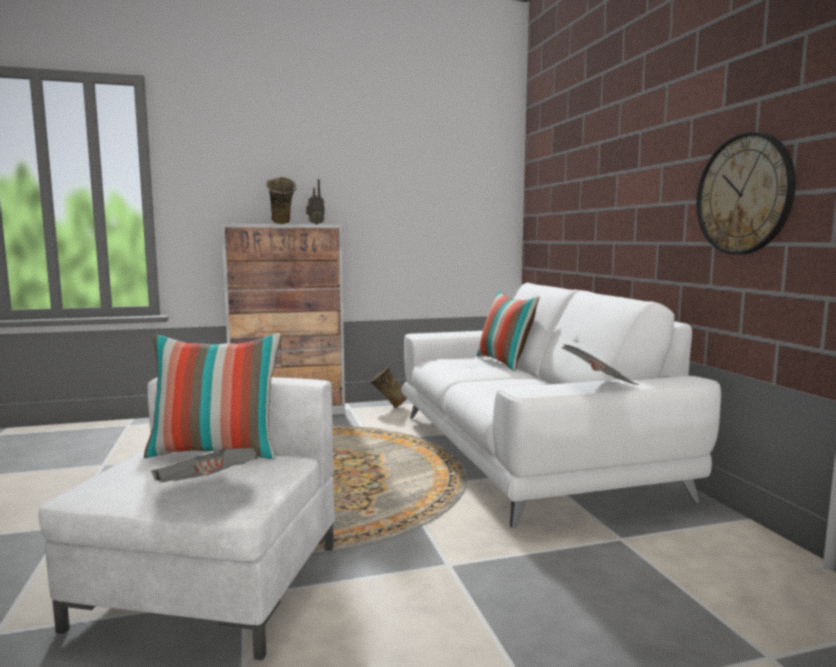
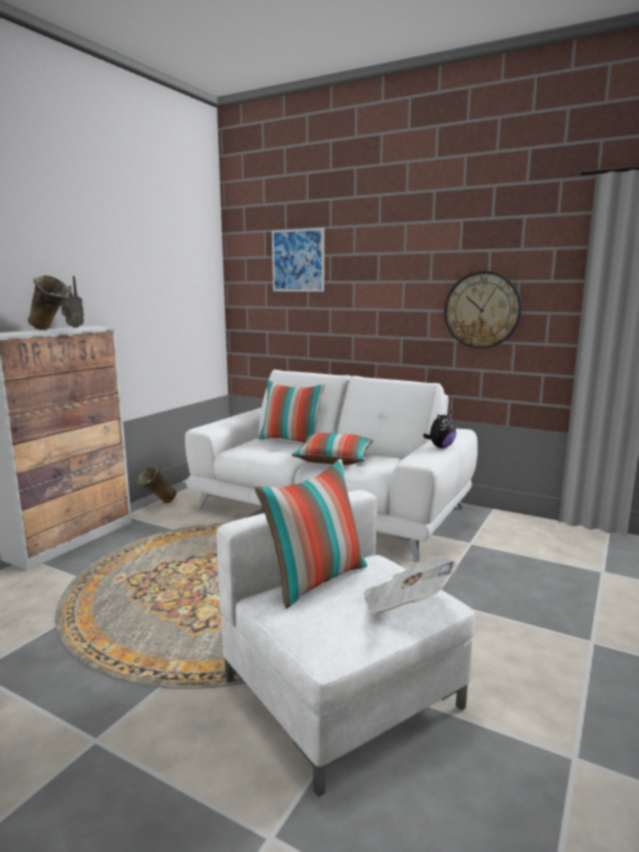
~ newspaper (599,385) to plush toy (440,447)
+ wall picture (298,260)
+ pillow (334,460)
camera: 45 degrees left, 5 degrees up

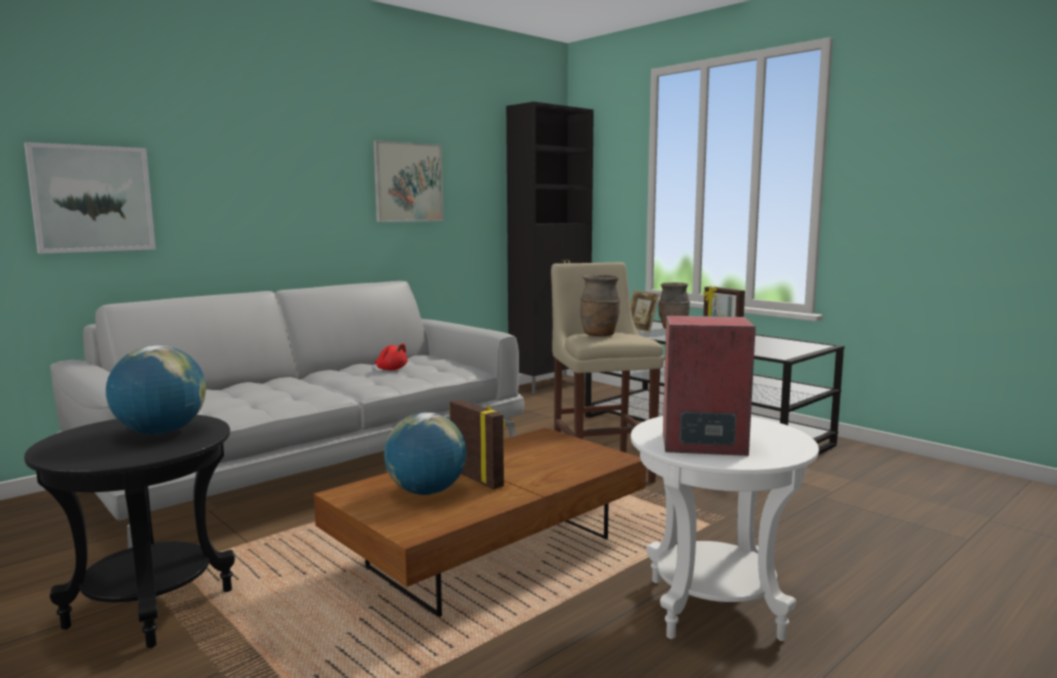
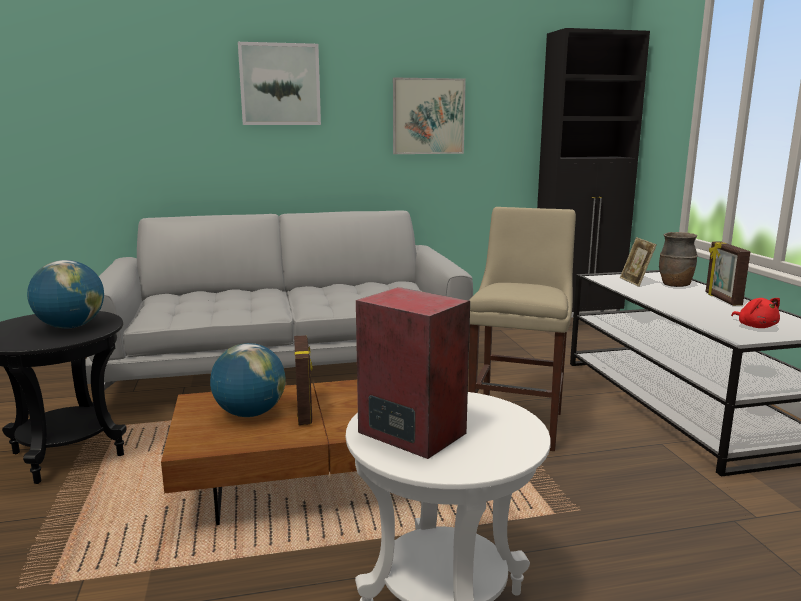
~ wall picture (92,199) to (280,84)
~ plush toy (red-coloured) (391,369) to (755,326)
- flower vase (brown) (599,335)
camera: 30 degrees right, 5 degrees up

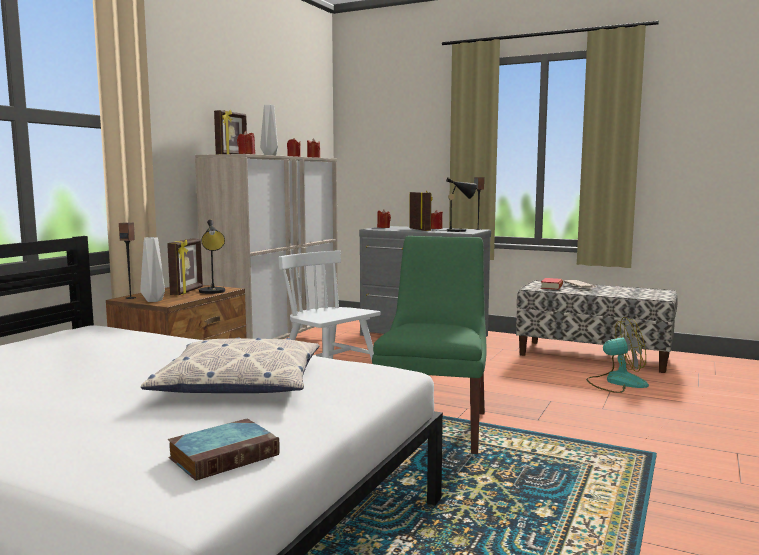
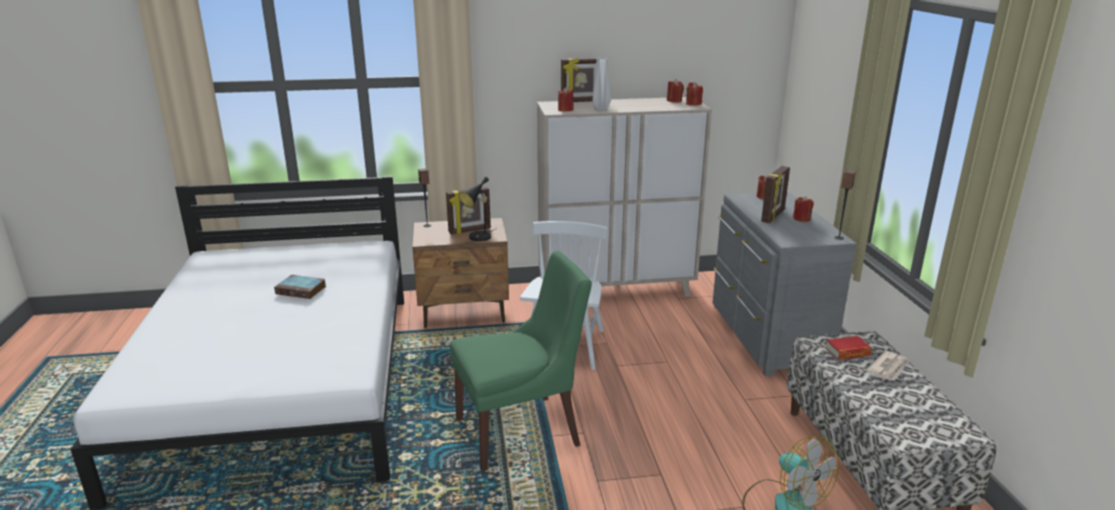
- flower vase (grey) (152,300)
- pillow (240,383)
~ volume (225,455) to (302,290)
- lamp for a table (black) (459,231)
camera: 55 degrees right, 15 degrees up

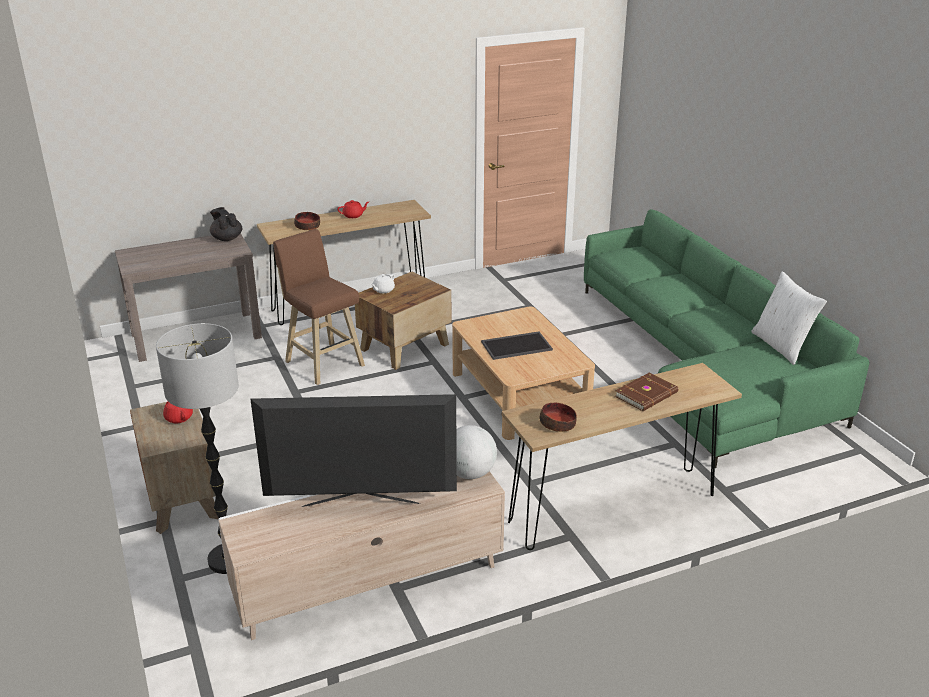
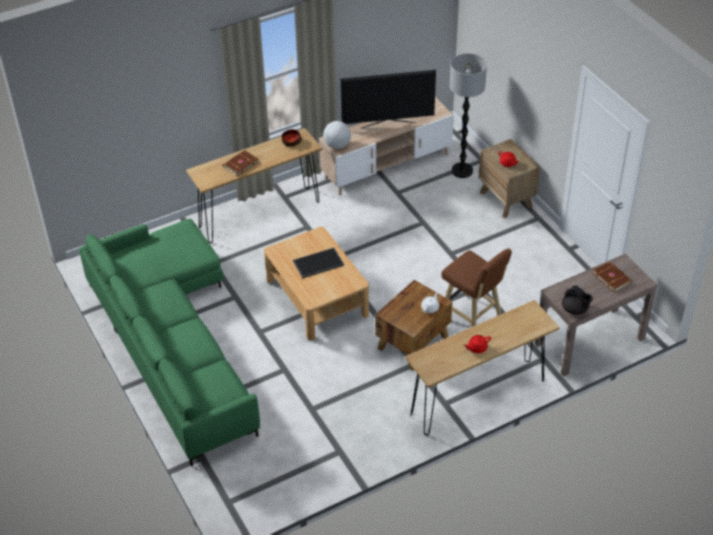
- serving bowl (307,227)
- pillow (white) (781,346)
+ volume (brown) (611,277)
camera: 175 degrees right, 15 degrees up

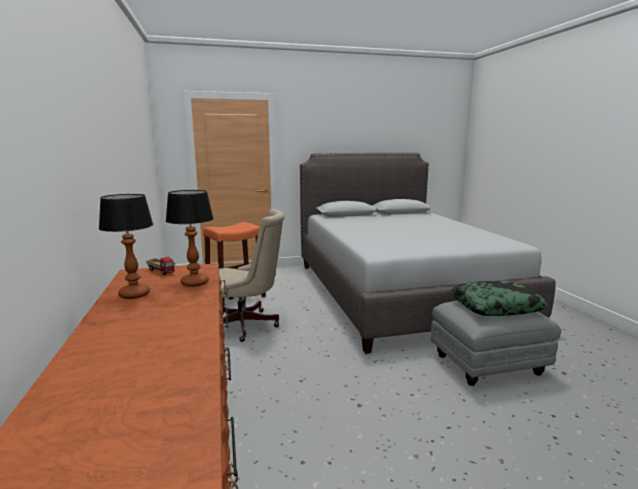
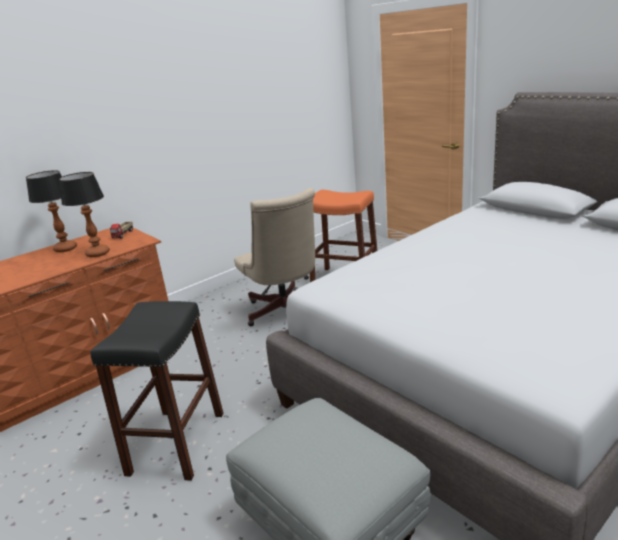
- pillow (496,306)
+ sitting stool (black) (177,442)
camera: 65 degrees right, 10 degrees up

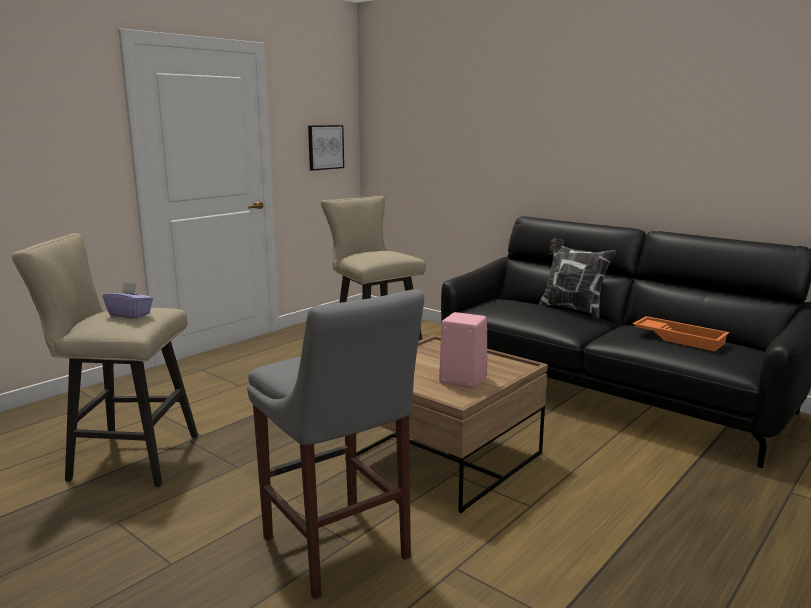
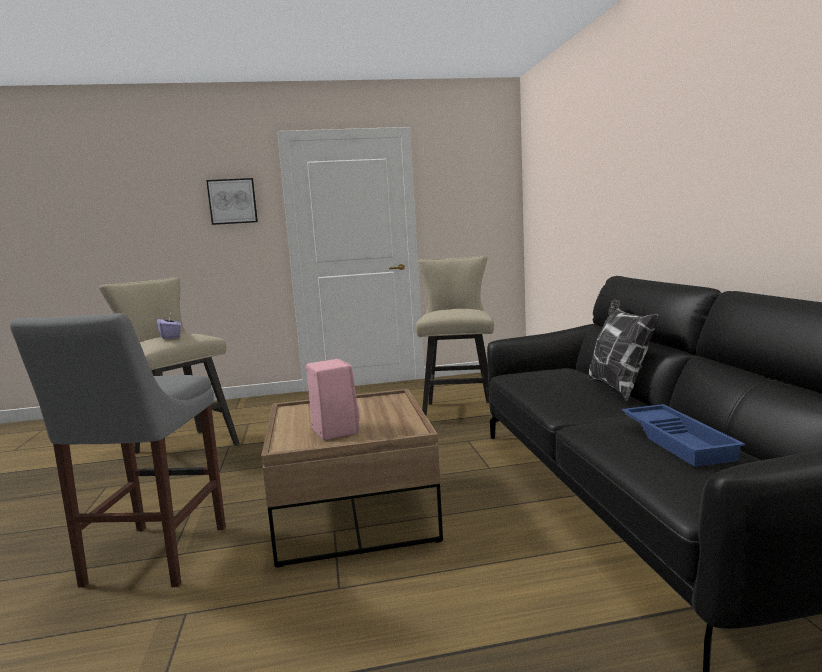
~ wall picture (325,147) to (232,201)
~ carrying tray (orange) (680,338) to carrying tray (blue) (679,440)
camera: 40 degrees right, 5 degrees down

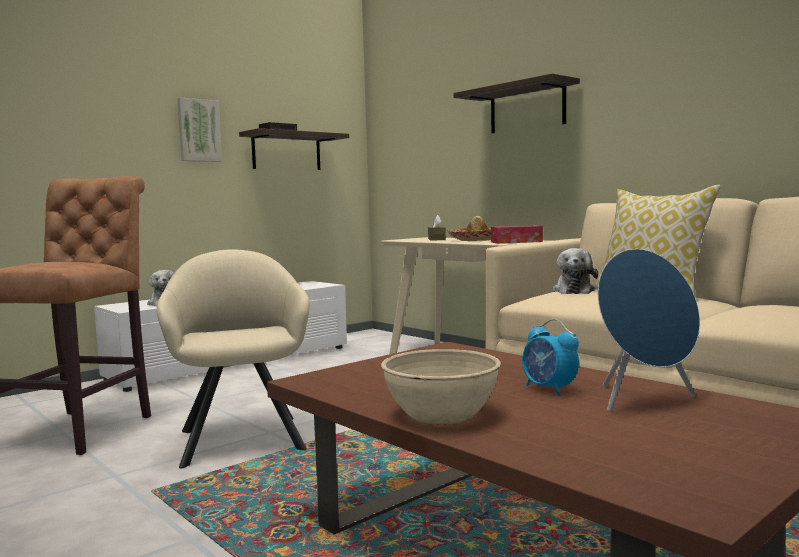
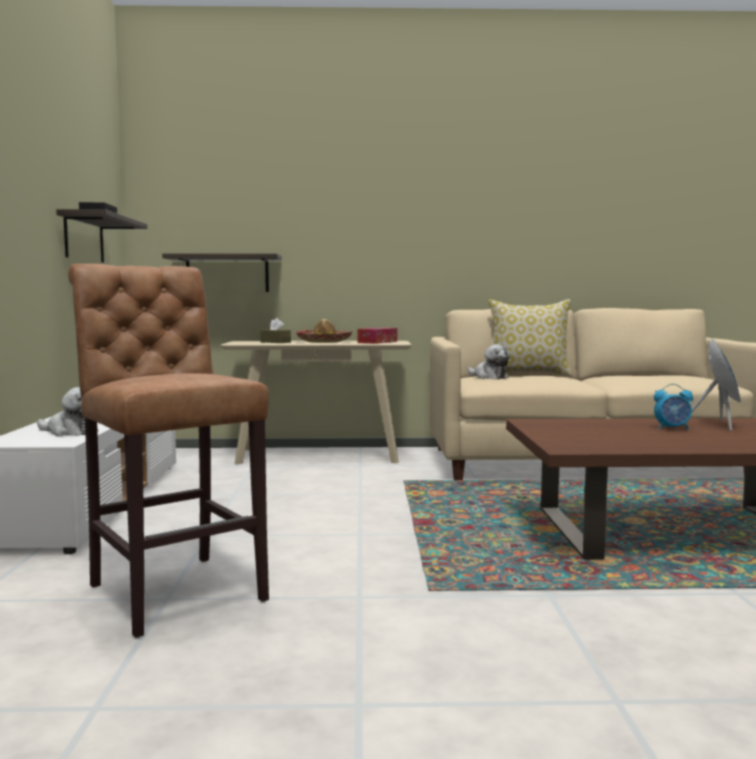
- easy chair (beige-coloured) (241,437)
- wall picture (198,130)
- serving bowl (beige-coloured) (442,414)
~ shelf (527,108) to (227,273)
camera: 50 degrees left, 0 degrees up

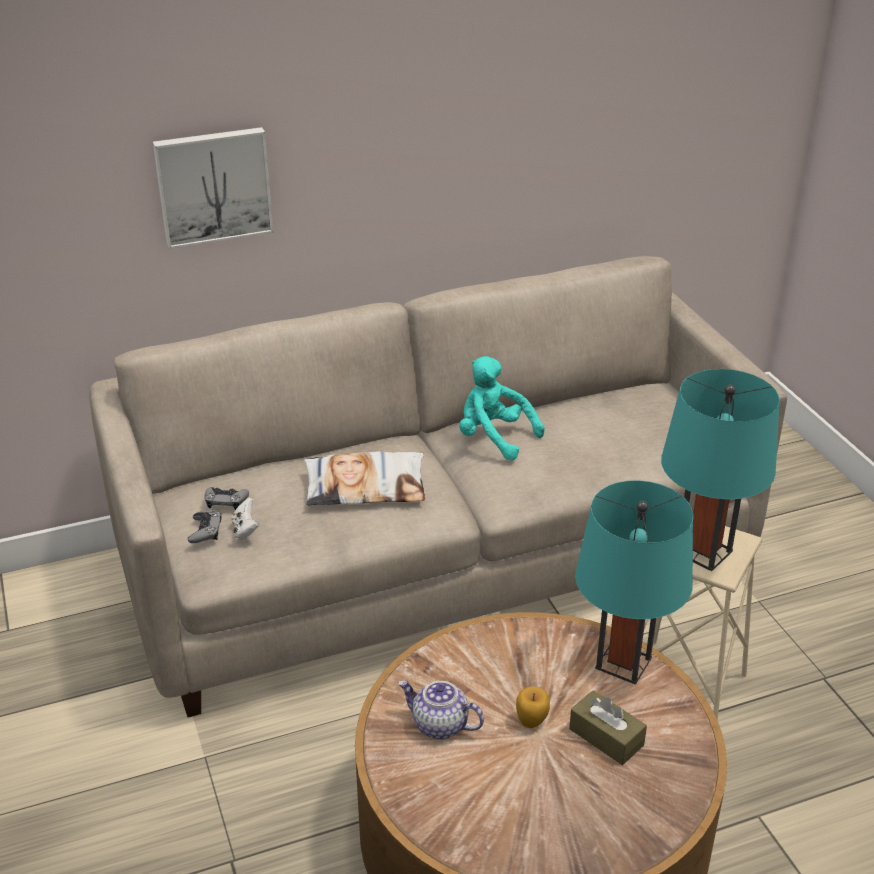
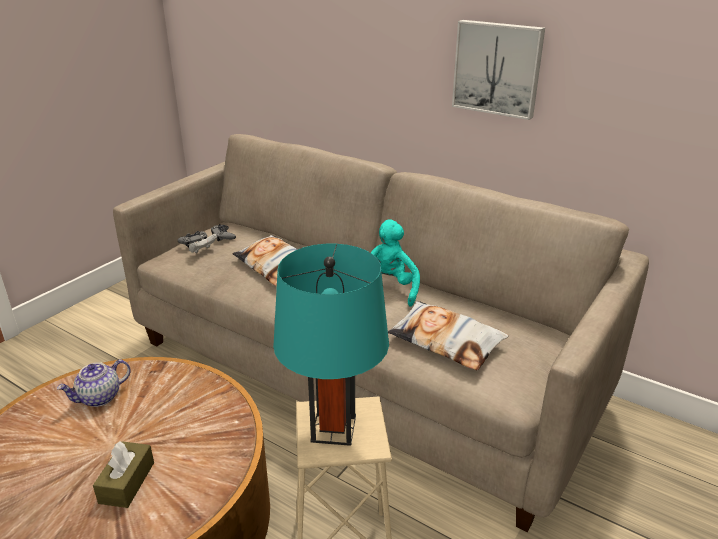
~ wall picture (213,186) to (498,68)
~ tea pot (439,725) = (99,398) 120 degrees counterclockwise
- apple fruit (531,722)
- lamp for a table (turquoise) (623,663)
+ pillow (446,341)
camera: 55 degrees right, 5 degrees down

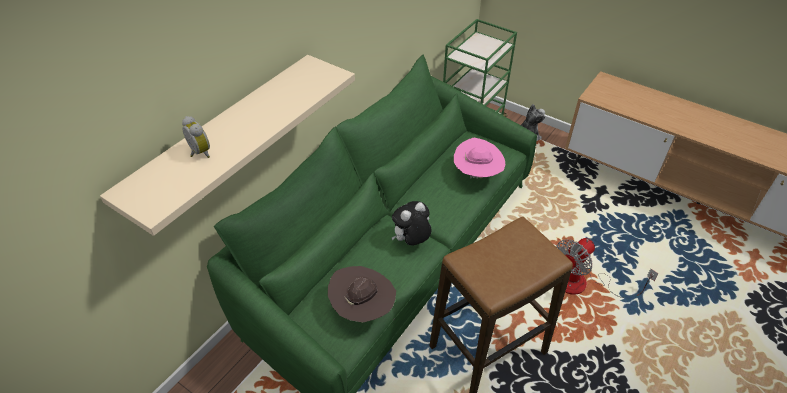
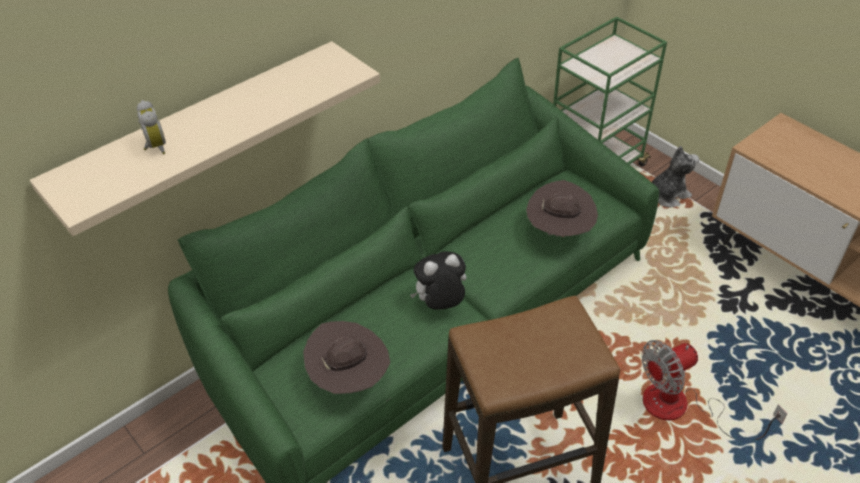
~ clothing hat (pink) (477,175) to clothing hat (brown) (559,231)
camera: 15 degrees right, 0 degrees up

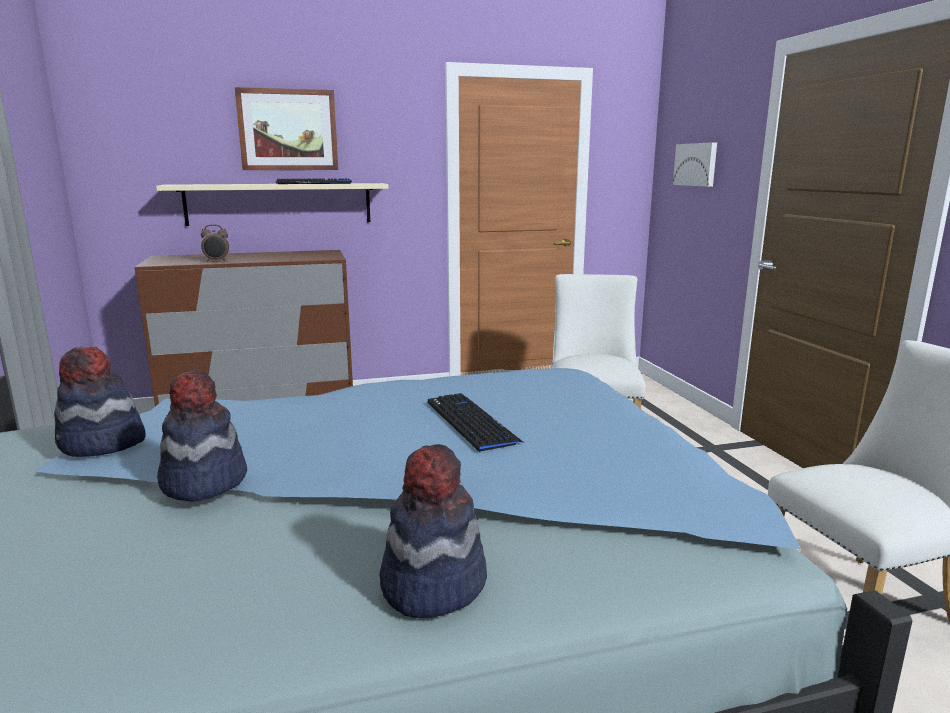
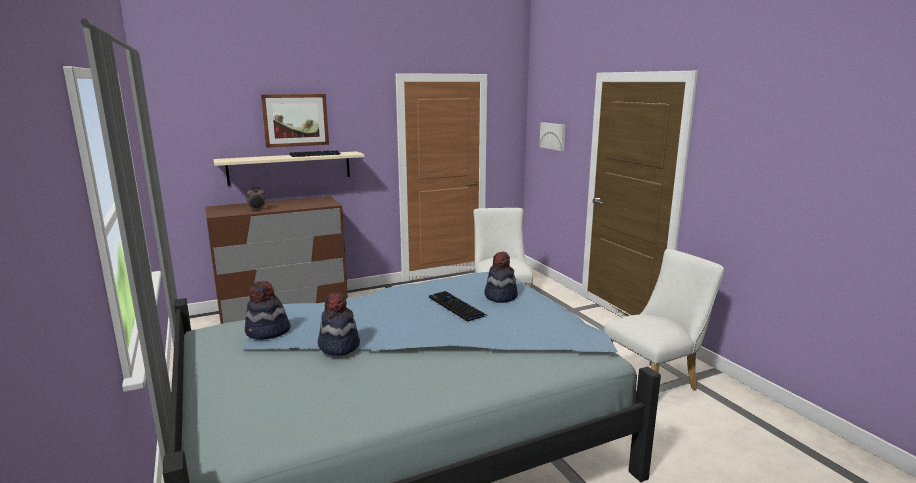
~ clothing hat (432,583) to (500,296)
camera: 10 degrees left, 0 degrees up

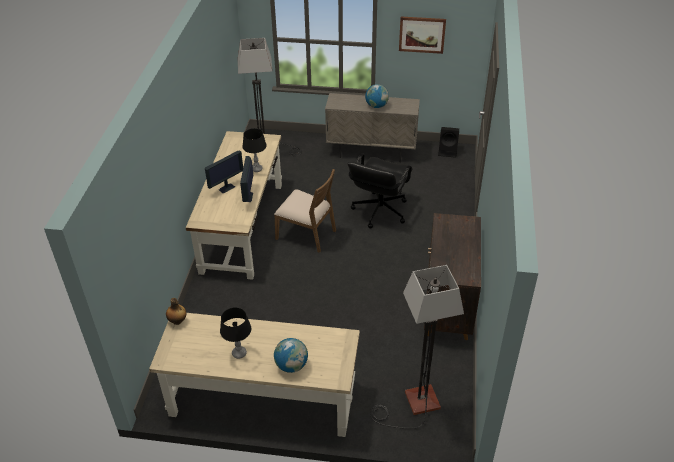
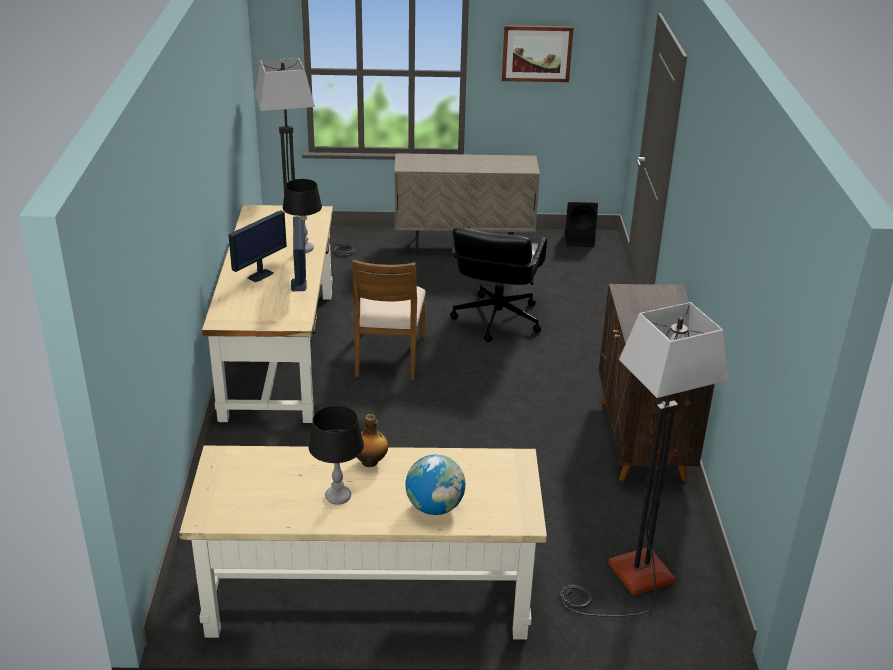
~ drink bottle (177,321) to (370,462)
~ upright chair (brown) (307,234) = (388,356) 75 degrees clockwise
- globe (376,106)
camera: 10 degrees left, 10 degrees down

